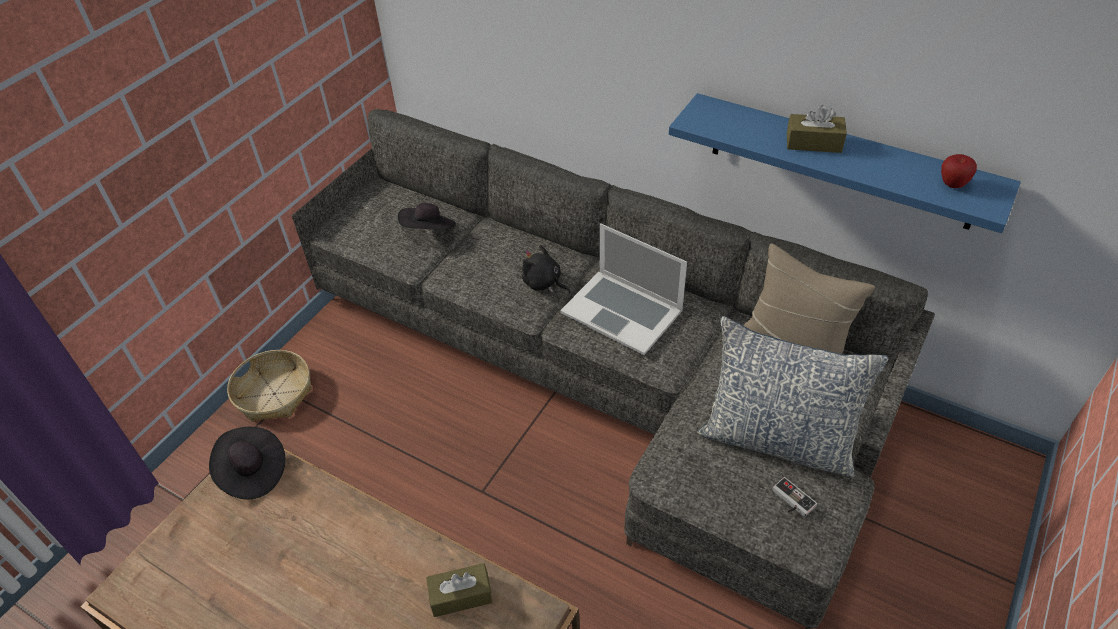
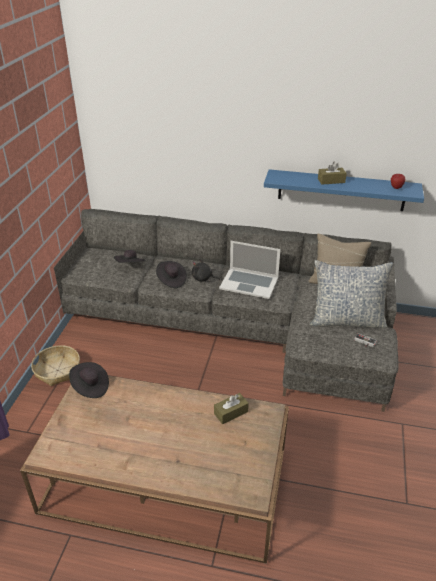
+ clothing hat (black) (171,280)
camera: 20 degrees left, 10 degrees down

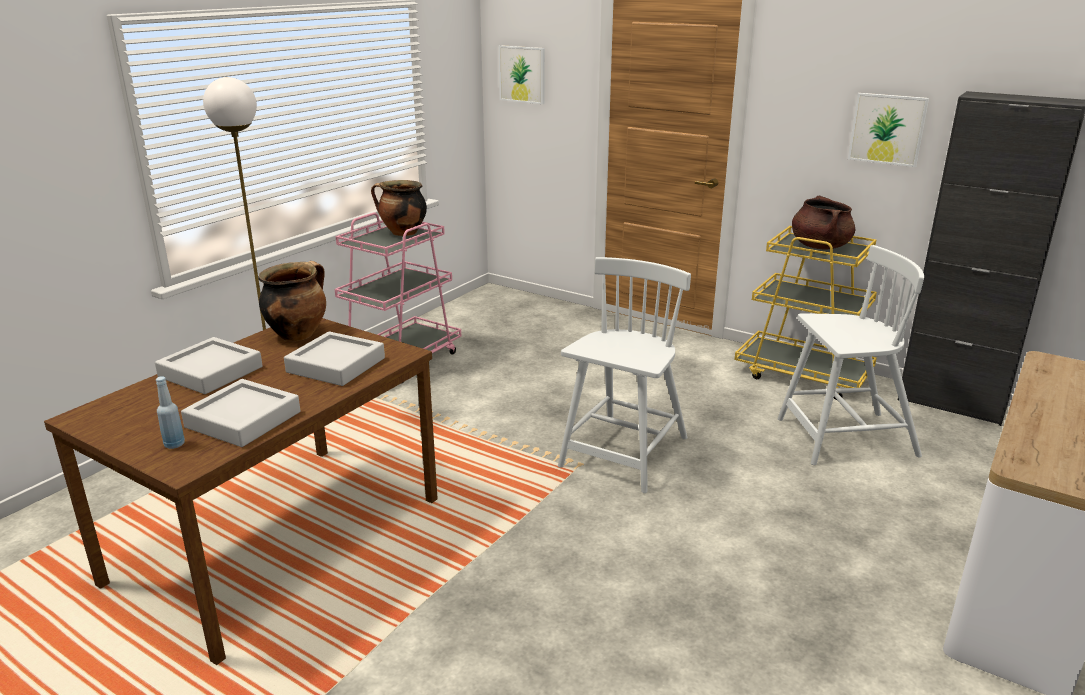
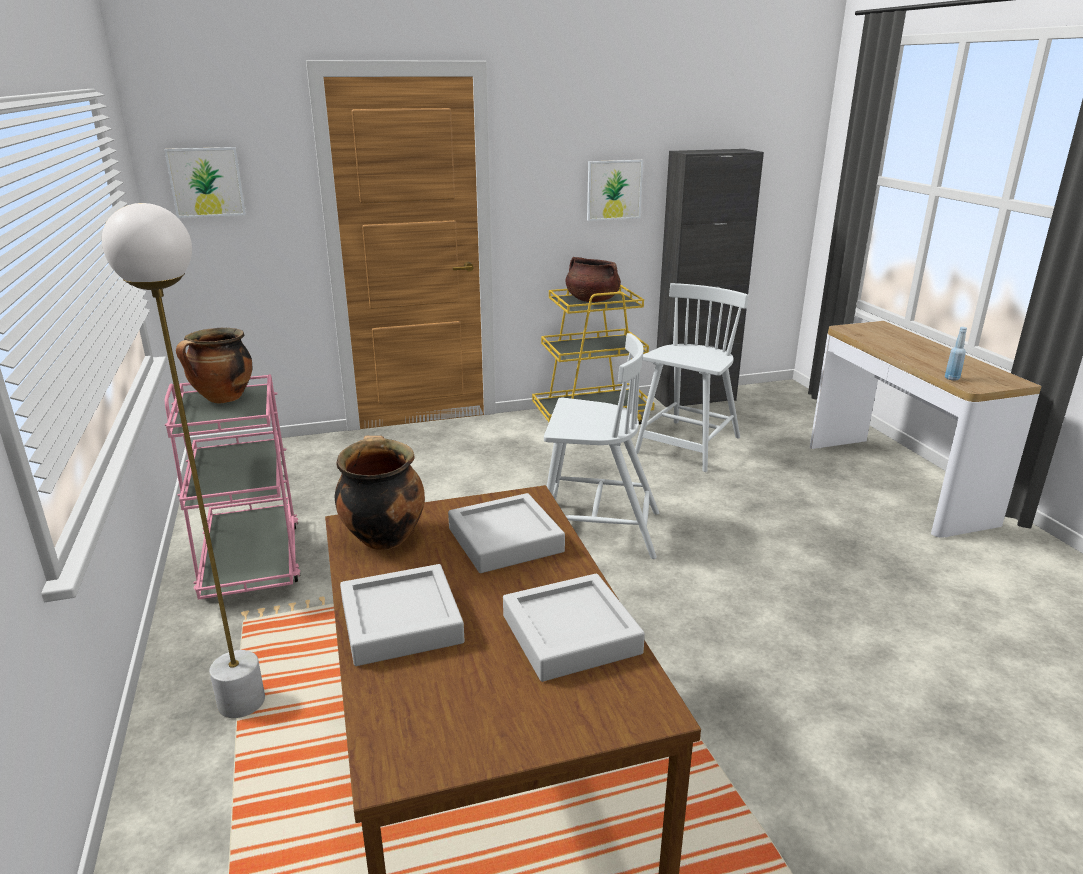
~ drink bottle (blue) (174,444) to (952,378)
~ upright chair (white) (624,454) = (596,530) 120 degrees clockwise
camera: 50 degrees left, 0 degrees up

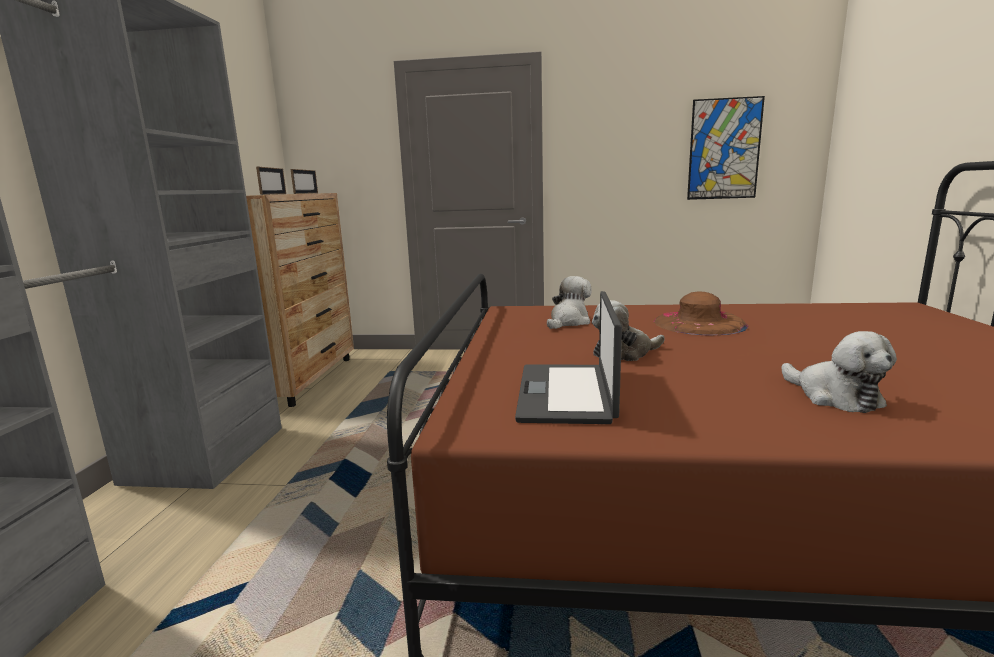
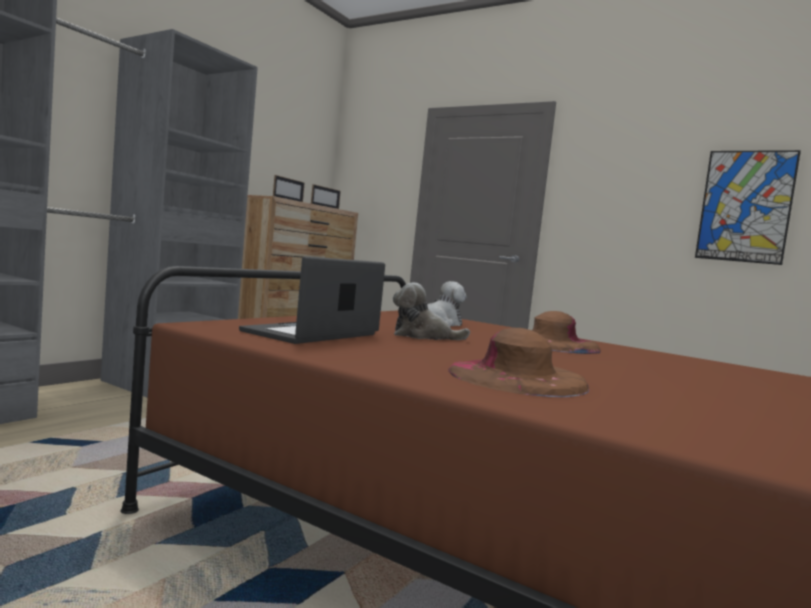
~ plush toy (834,396) to clothing hat (brown) (516,378)
camera: 25 degrees right, 10 degrees down

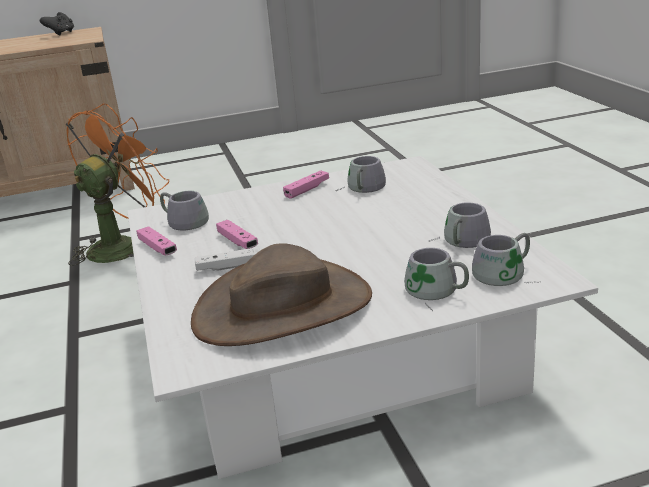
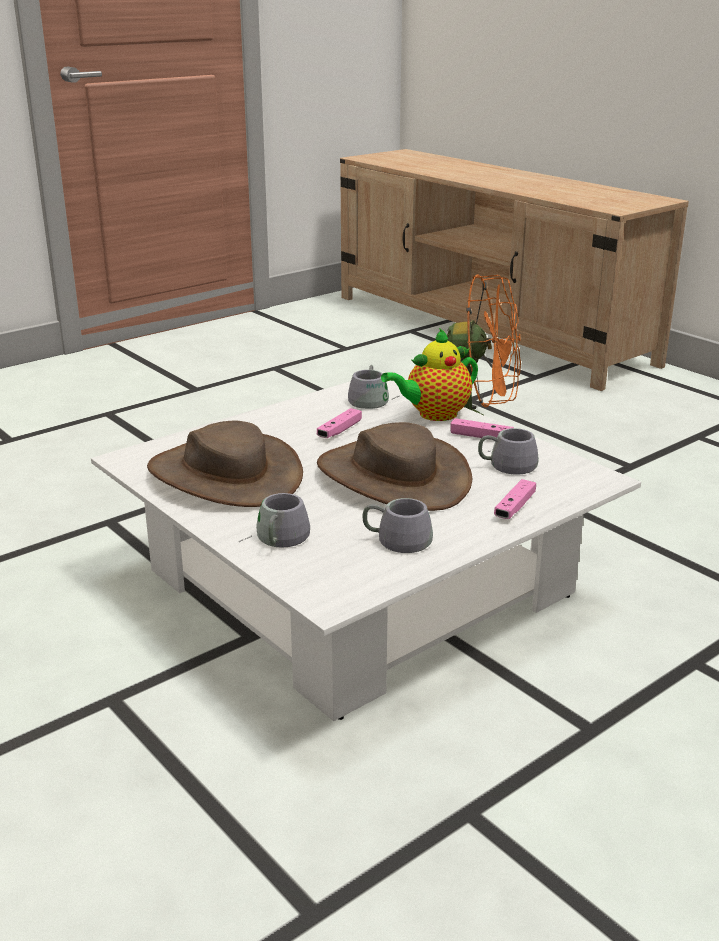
- gamepad (black) (61,33)
~ gamepad (pink) (157,248) to (515,507)
- gamepad (white) (229,267)
- tea mug (grey) (507,275)
+ clothing hat (brown) (393,476)
+ tea pot (434,414)
camera: 65 degrees right, 0 degrees up

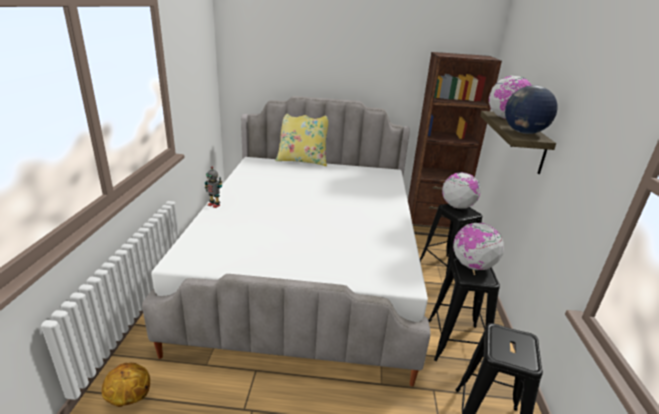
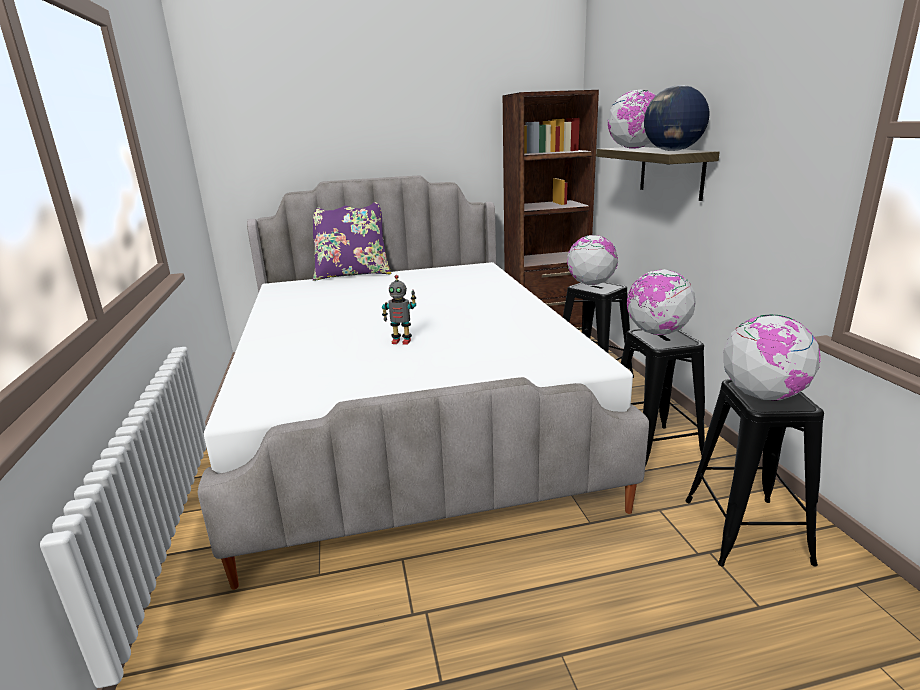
- ball for basketball (129,399)
~ toy robot (214,205) to (401,341)
~ pillow (yellowish) (302,160) to pillow (purple-coloured) (352,274)
+ globe (763,395)
camera: 15 degrees left, 5 degrees down

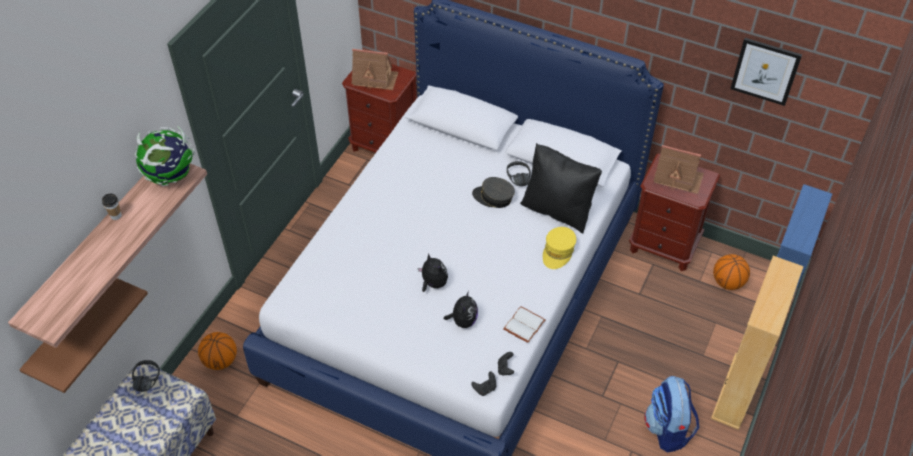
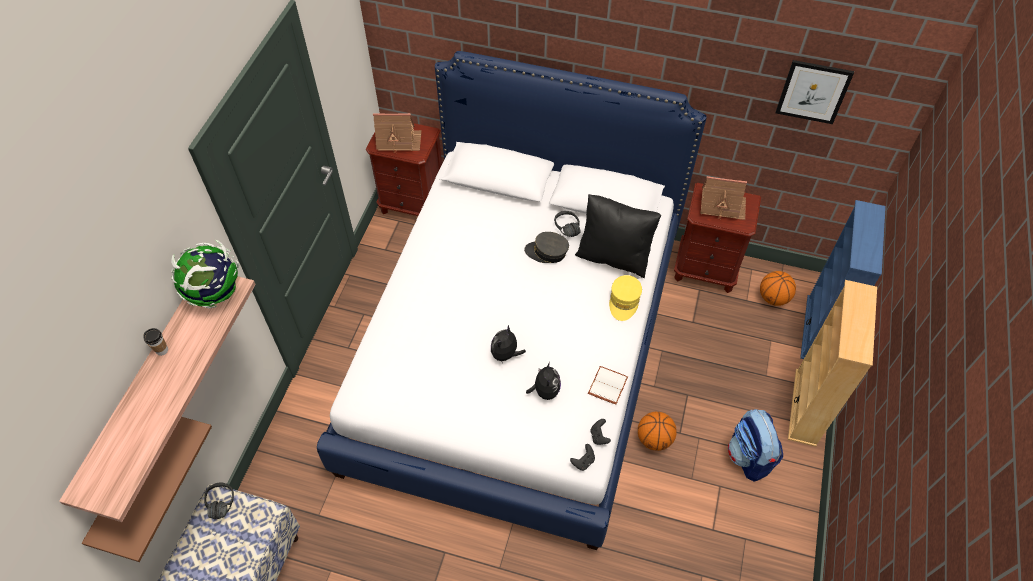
~ ball for basketball (220,361) to (654,439)
~ plush toy (433,284) = (505,355) 105 degrees counterclockwise
camera: 10 degrees left, 5 degrees up

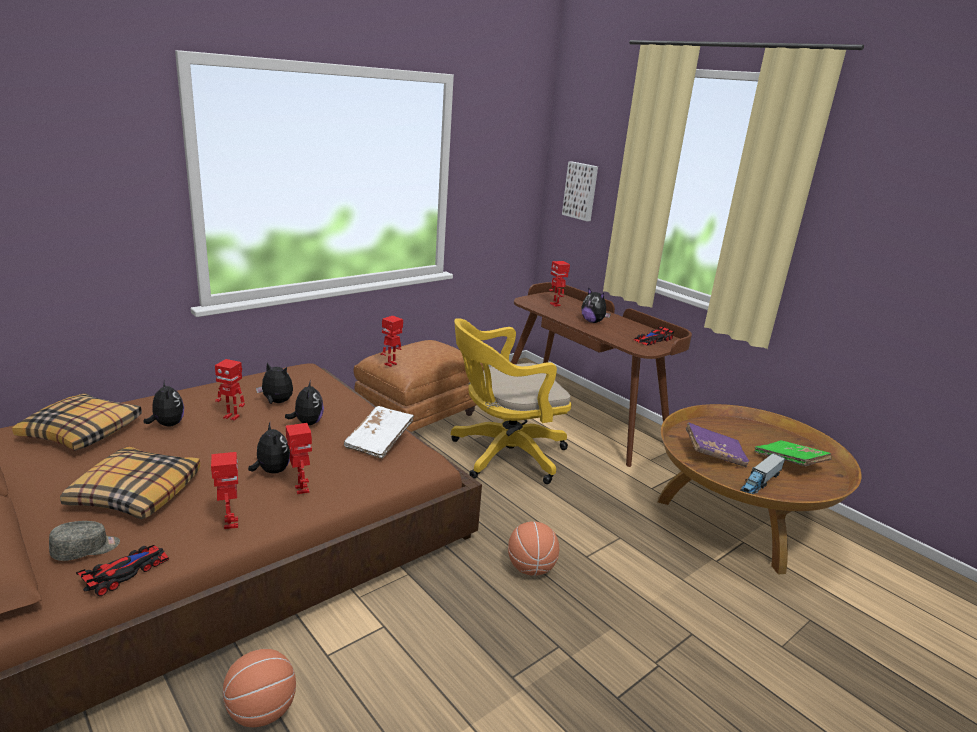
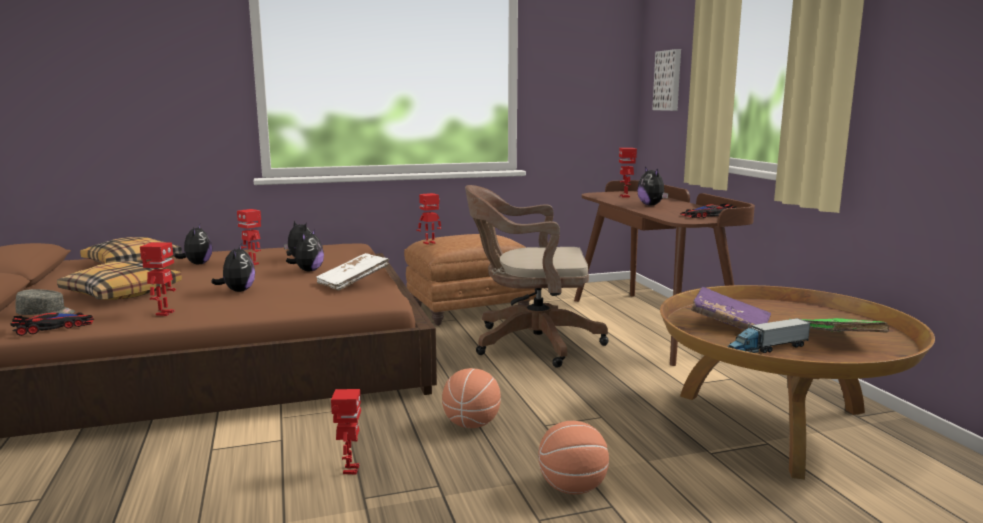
~ ball for basketball (261,711) to (571,488)
~ toy robot (301,489) to (350,470)
~ computer chair (yellowish) (502,455) to computer chair (brown) (529,343)
camera: 25 degrees right, 10 degrees down

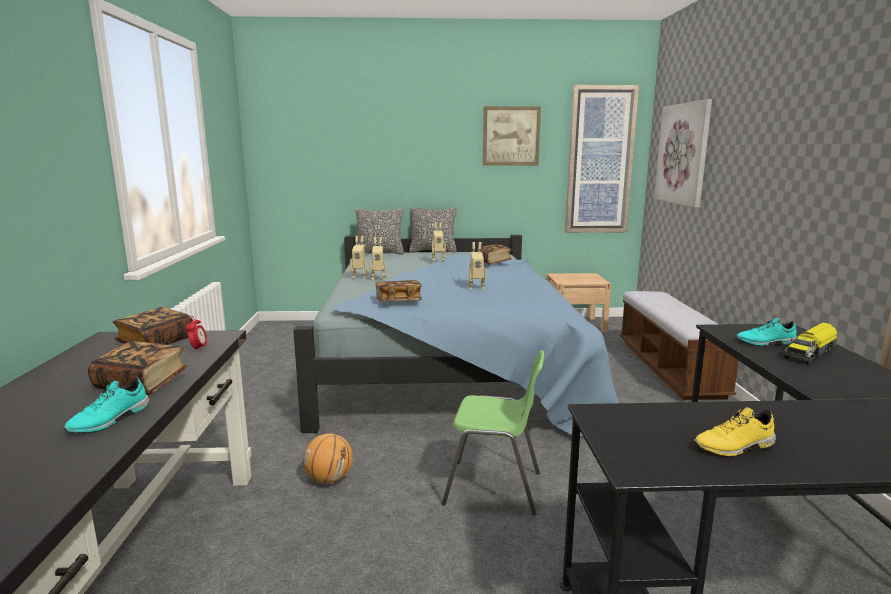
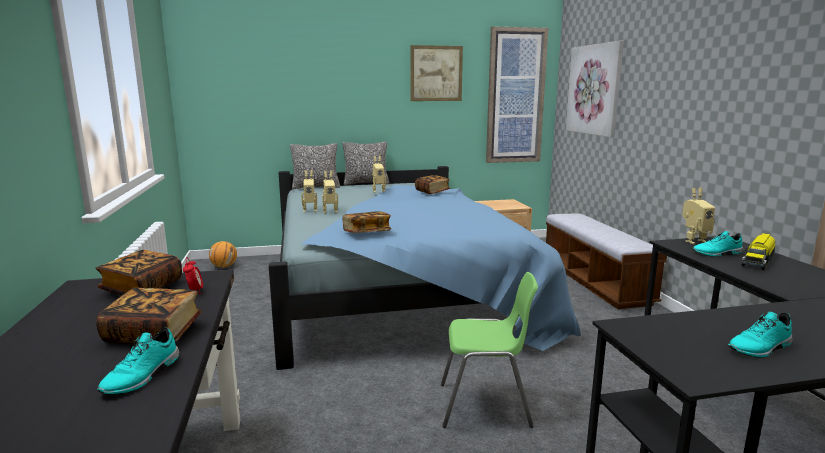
~ ball for basketball (329,479) to (224,266)
~ toy robot (476,287) to (693,241)
~ item of footwear (yellowish) (735,447) to item of footwear (turquoise) (761,348)
camera: 10 degrees left, 0 degrees up

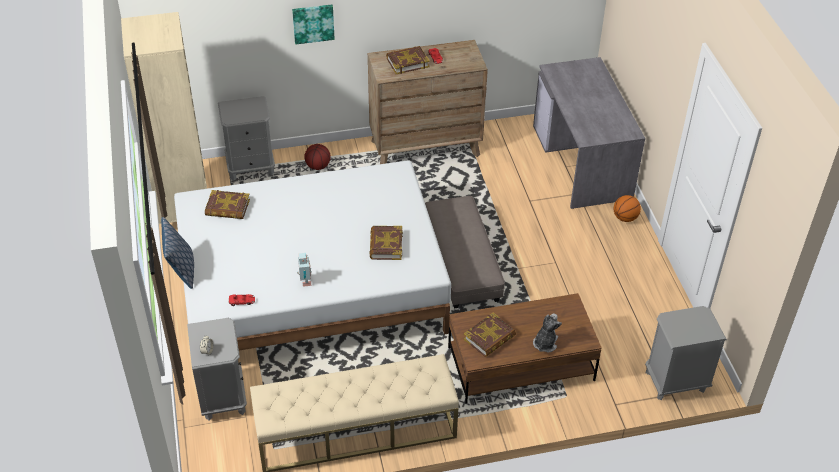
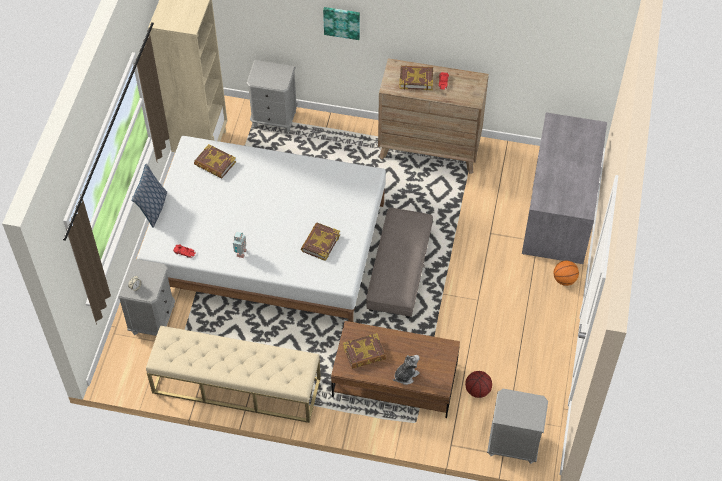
~ ball for basketball (318,166) to (478,390)
camera: 25 degrees right, 10 degrees up

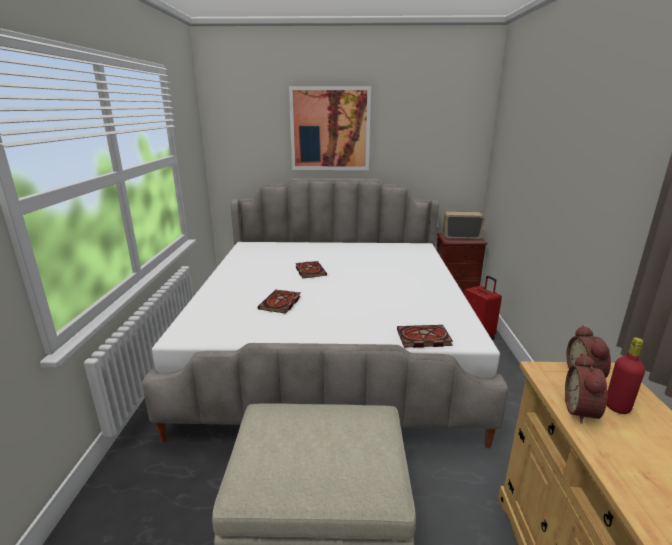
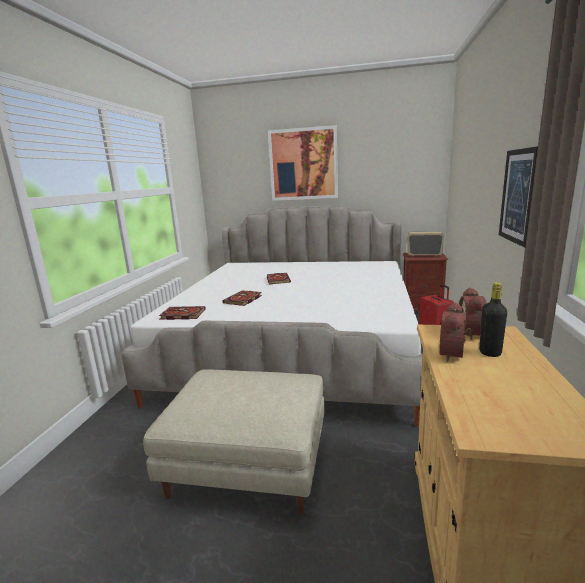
~ volume (422,338) to (181,315)
~ drink bottle (red-coloured) (617,407) to drink bottle (black) (490,352)
+ wall picture (520,196)
camera: 10 degrees right, 5 degrees down

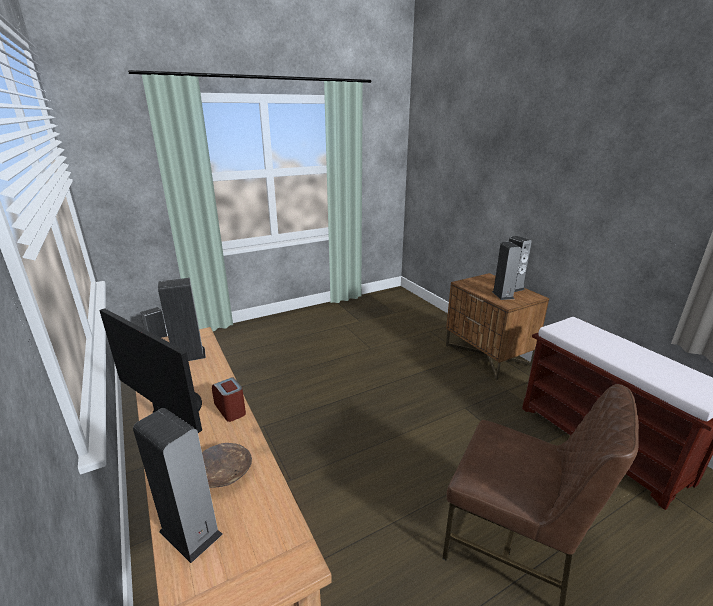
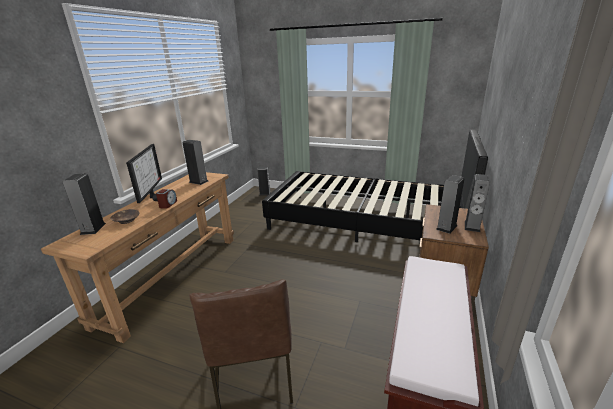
+ bed (black) (365,222)
camera: 50 degrees right, 0 degrees up

